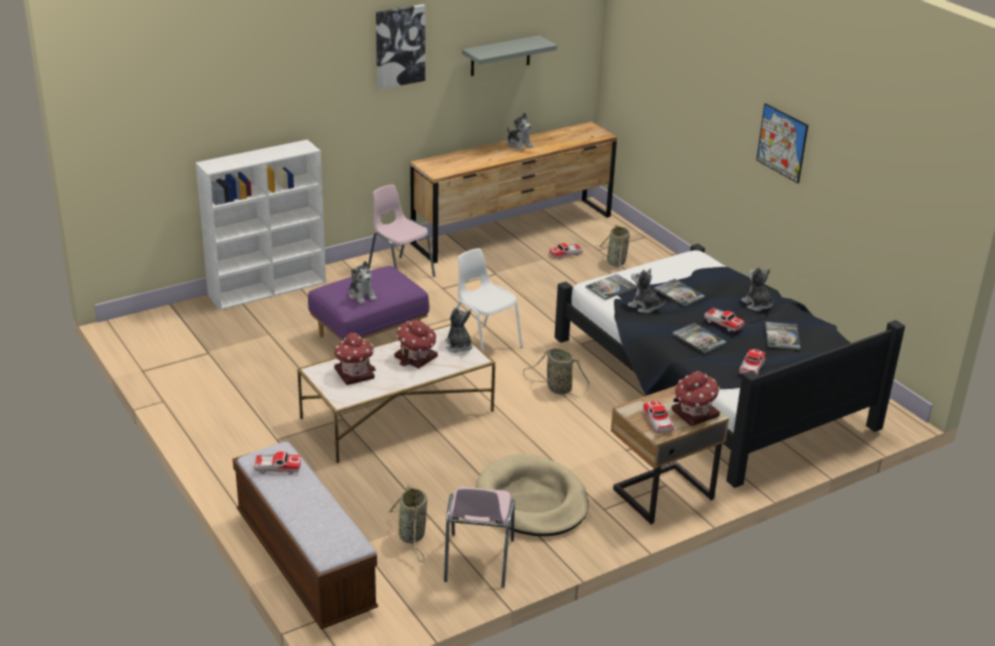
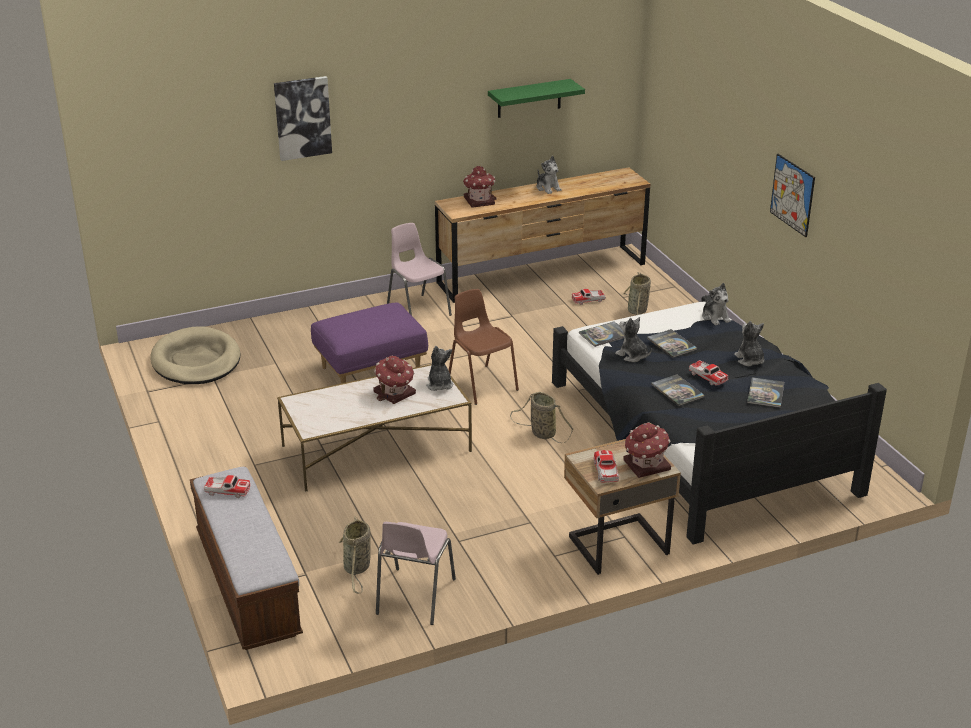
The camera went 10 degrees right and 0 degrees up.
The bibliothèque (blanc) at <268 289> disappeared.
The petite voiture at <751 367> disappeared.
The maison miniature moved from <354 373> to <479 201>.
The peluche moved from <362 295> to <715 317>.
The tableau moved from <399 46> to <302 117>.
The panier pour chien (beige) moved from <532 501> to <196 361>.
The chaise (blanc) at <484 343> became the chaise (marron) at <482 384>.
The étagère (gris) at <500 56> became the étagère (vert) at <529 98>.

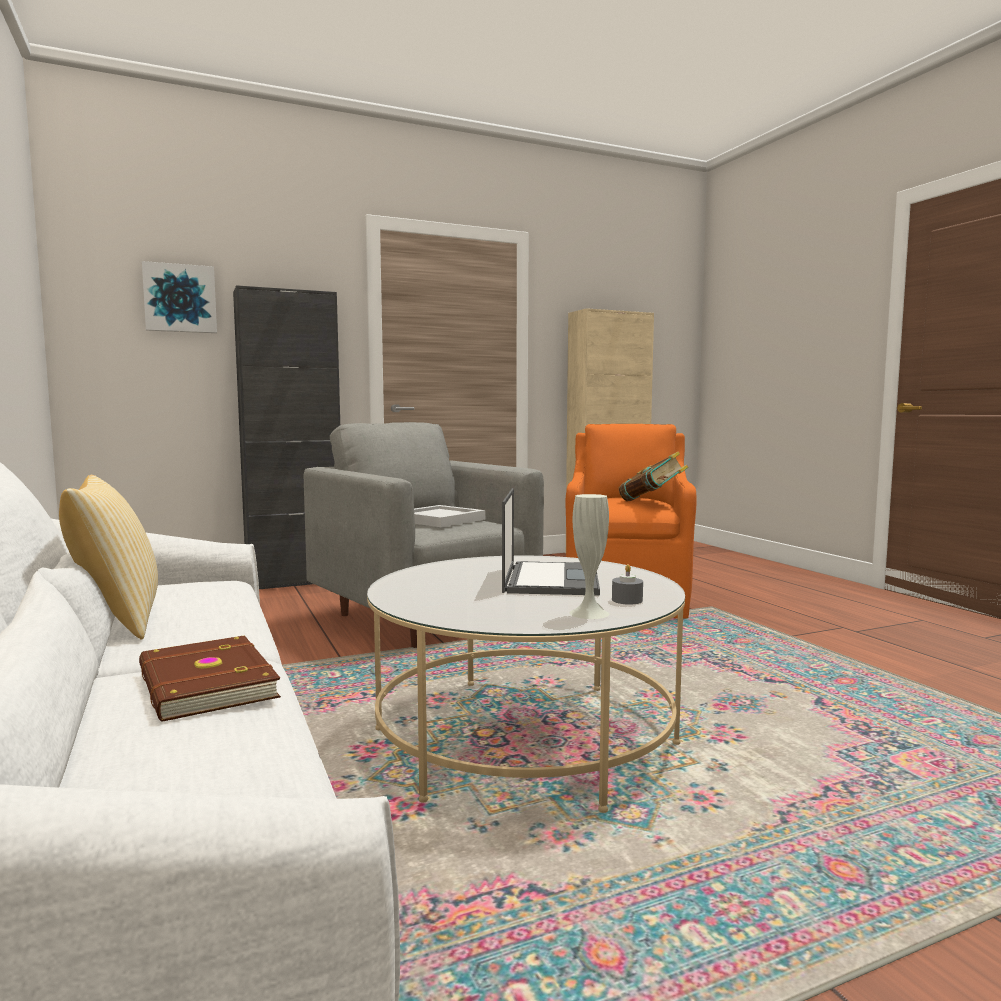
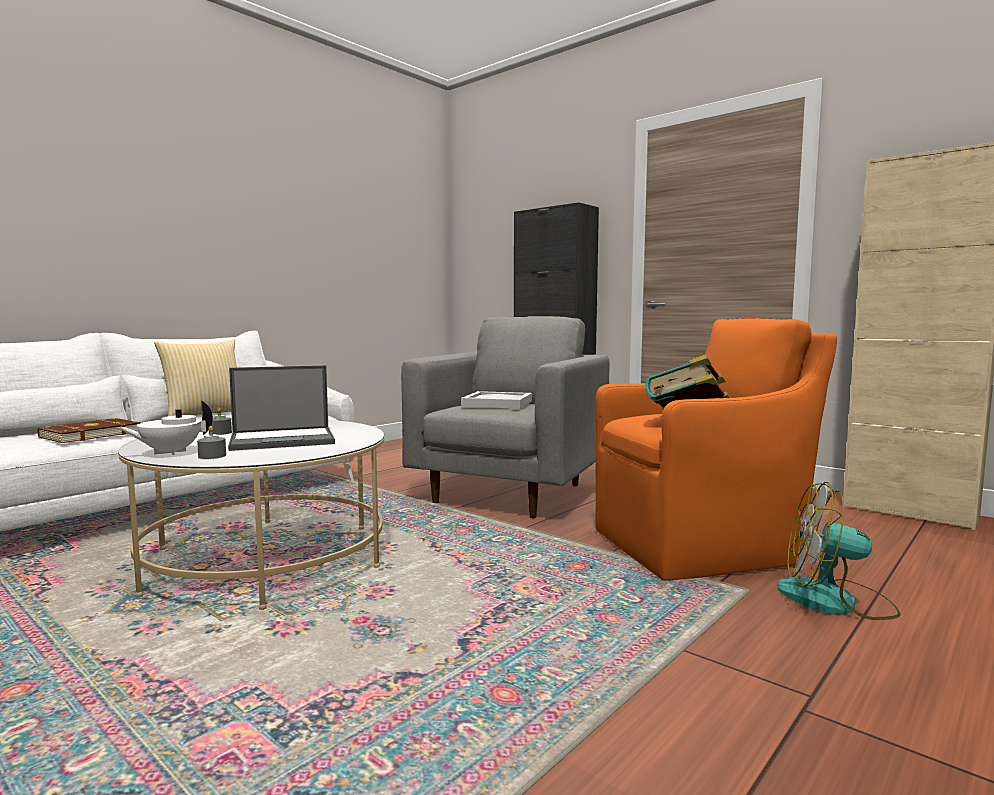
The camera went 65 degrees right and 0 degrees up.
The tableau at <180 298> disappeared.
The bougie (gris) at <220 432> appeared.
The ventilateur at <835 601> appeared.
The vase (blanc) at <589 613> was replaced by the théière (blanc) at <170 452>.

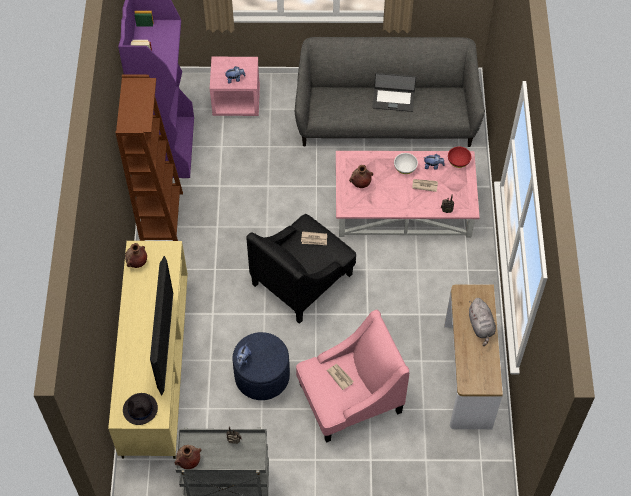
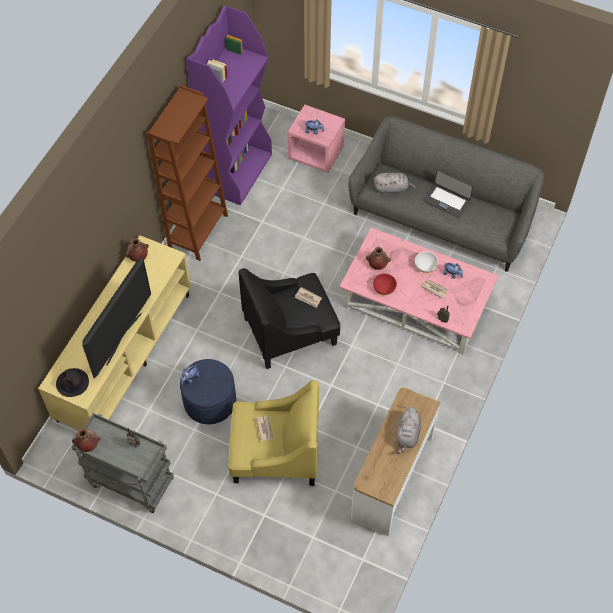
The camera went 25 degrees right and 0 degrees up.
The peluche (gris) at <392 188> appeared.
The bol (rouge) moved from <458 161> to <384 288>.
The fauteuil (rose) at <350 398> became the fauteuil (jaune) at <275 453>.

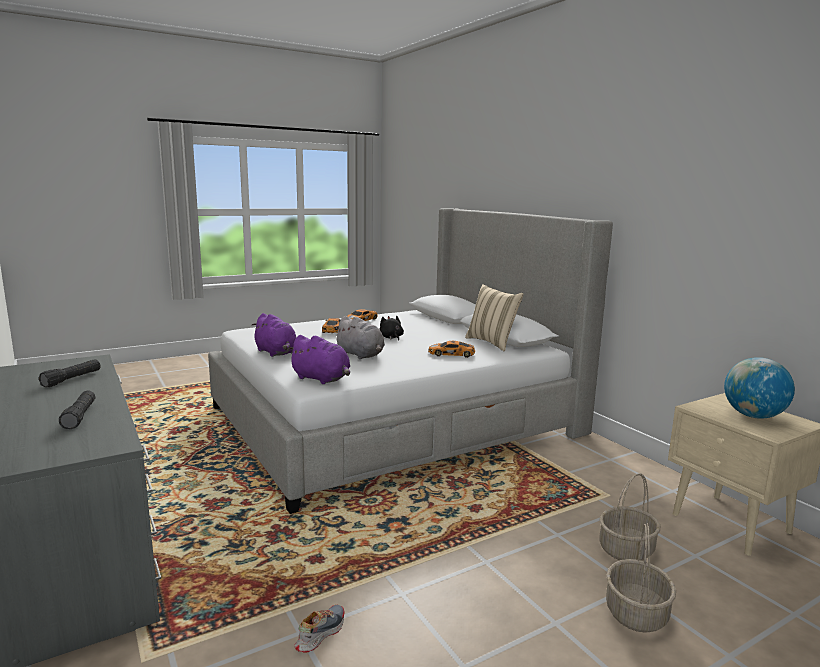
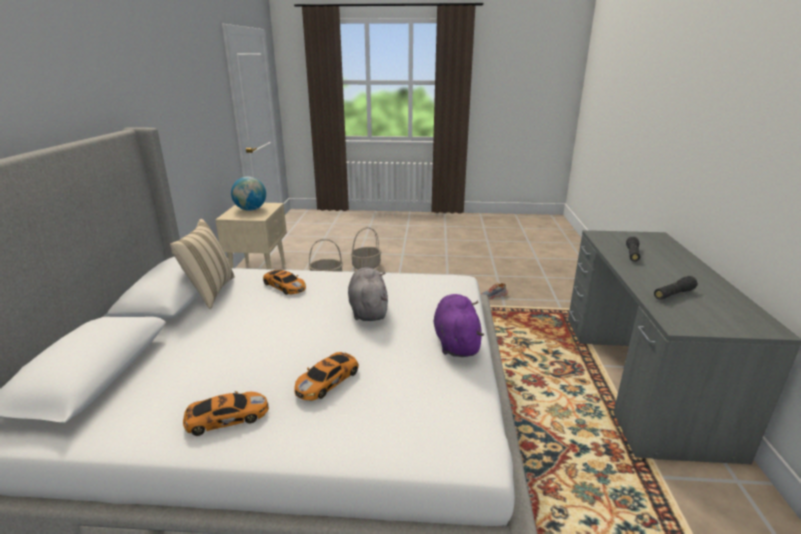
The camera went 145 degrees left and 10 degrees up.
The peluche (violet) at <322 379> disappeared.
The peluche (noir) at <391 338> disappeared.

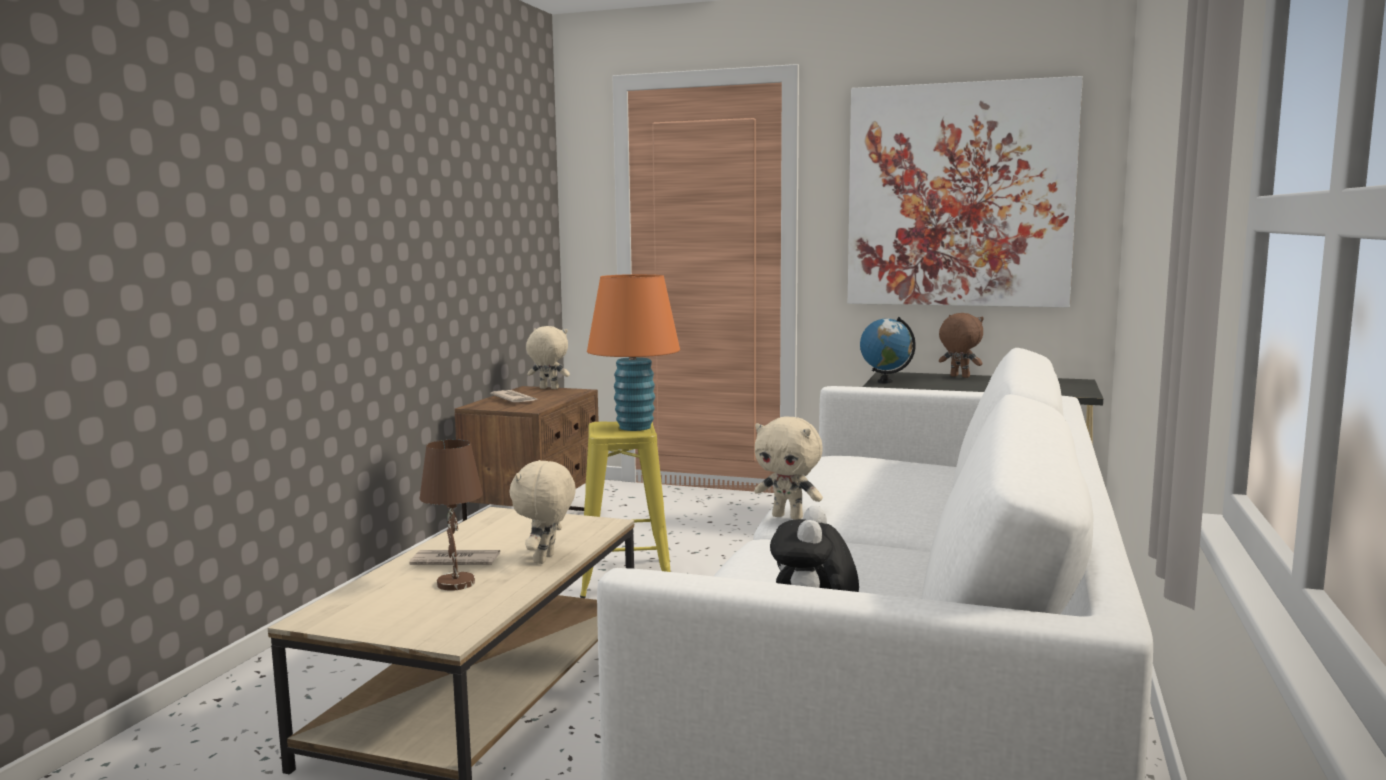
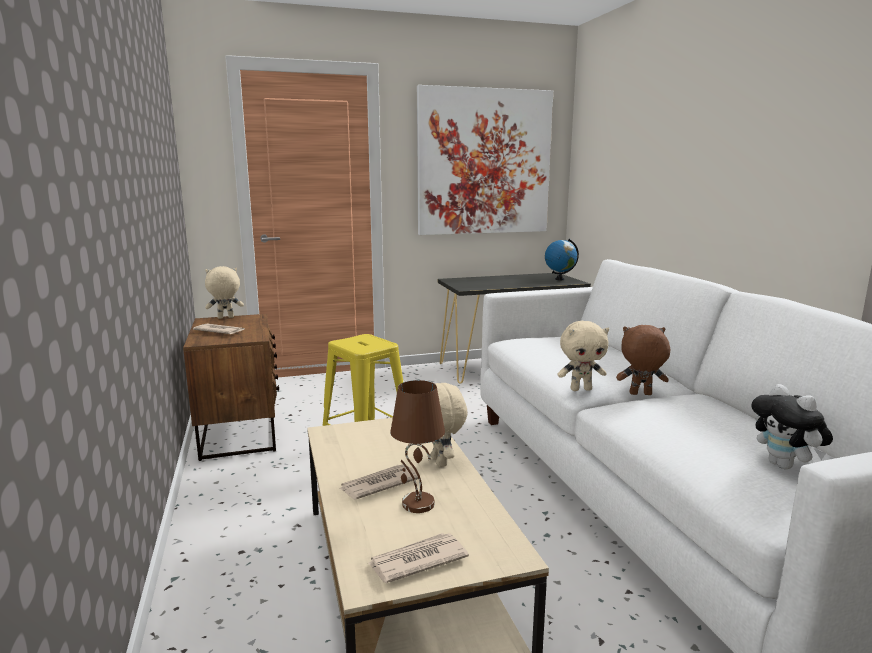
The camera went 35 degrees left and 5 degrees up.
The lampe de table (orange) at <635 427> disappeared.
The journal at <416 560> appeared.
The globe moved from <885 382> to <559 279>.
The peluche (marron) moved from <959 377> to <640 394>.

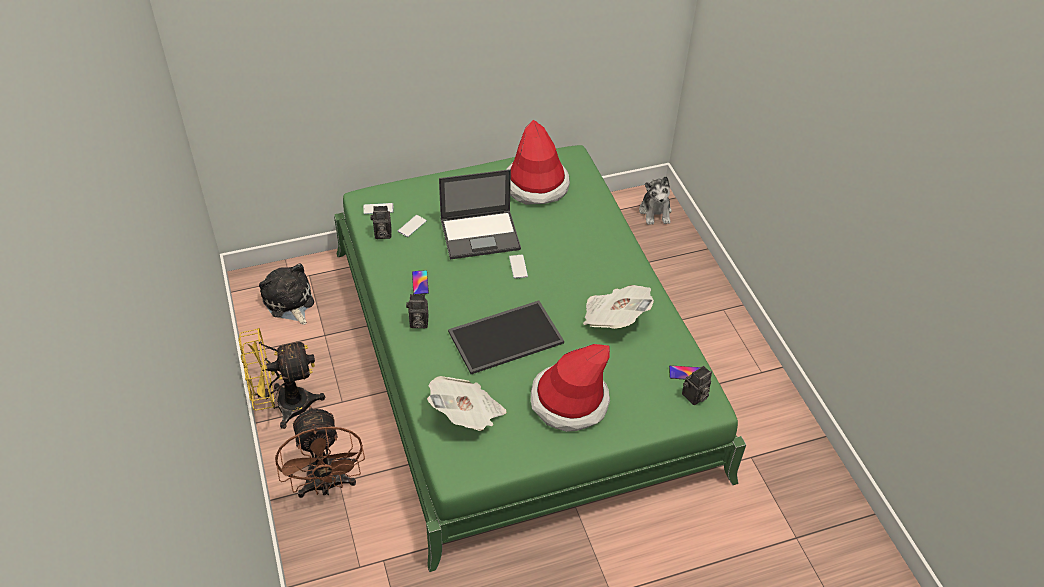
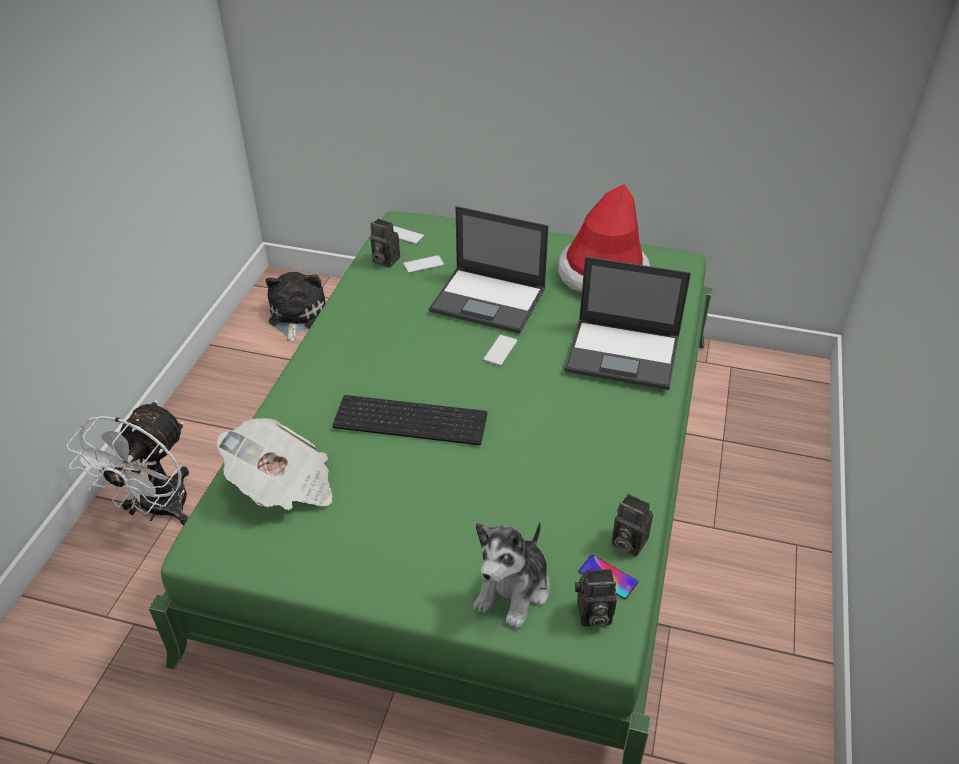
The camera went 35 degrees right and 5 degrees down.
The ventilateur (jaune) at <284 406> disappeared.
The téléphone at <420 283> disappeared.
The chapeau at <569 401> disappeared.
The journal at <614 318> disappeared.
The ordinateur portable at <624 354> appeared.
The appareil photo moved from <417 323> to <626 542>.
The peluche moved from <655 212> to <513 590>.
The plateau at <506 336> was replaced by the clavier at <412 418>.
The ventilateur (marron) at <326 486> became the ventilateur (blanc) at <158 510>.

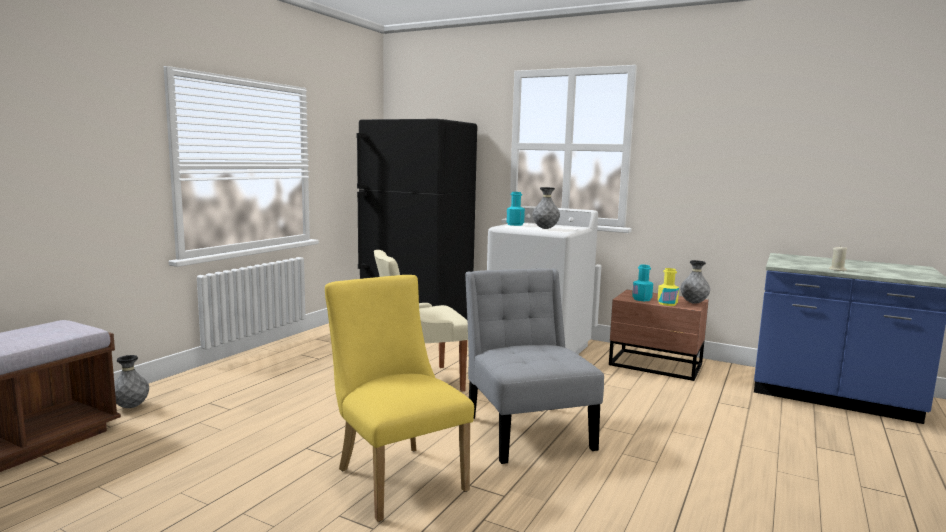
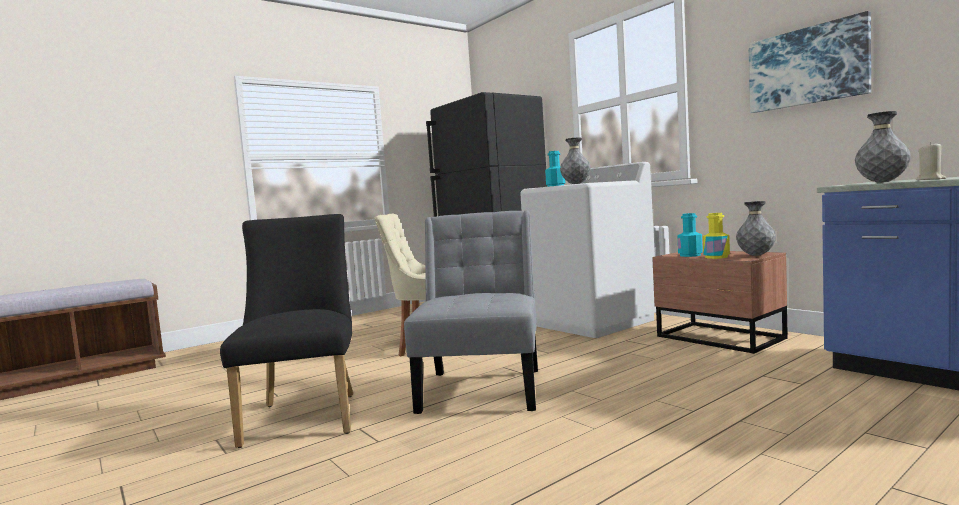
The camera went 25 degrees right and 5 degrees down.
The tableau at <807 66> appeared.
The vase (gris) moved from <131 407> to <882 182>.
The chaise (jaune) at <395 476> became the chaise (noir) at <305 415>.

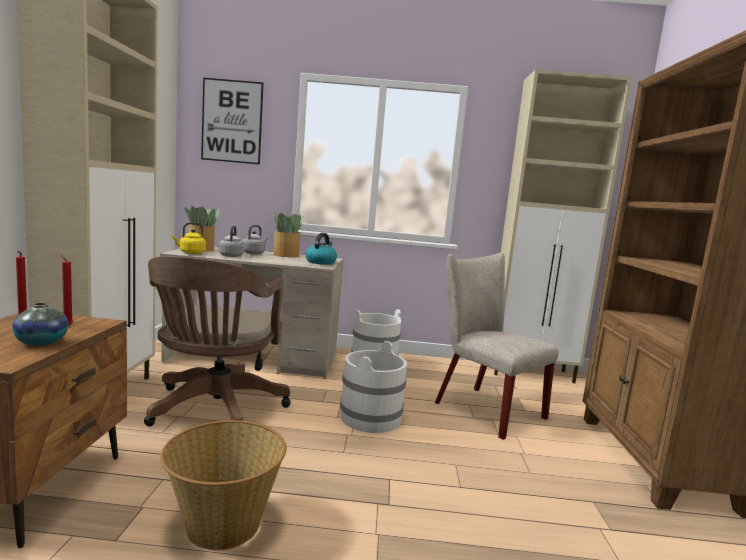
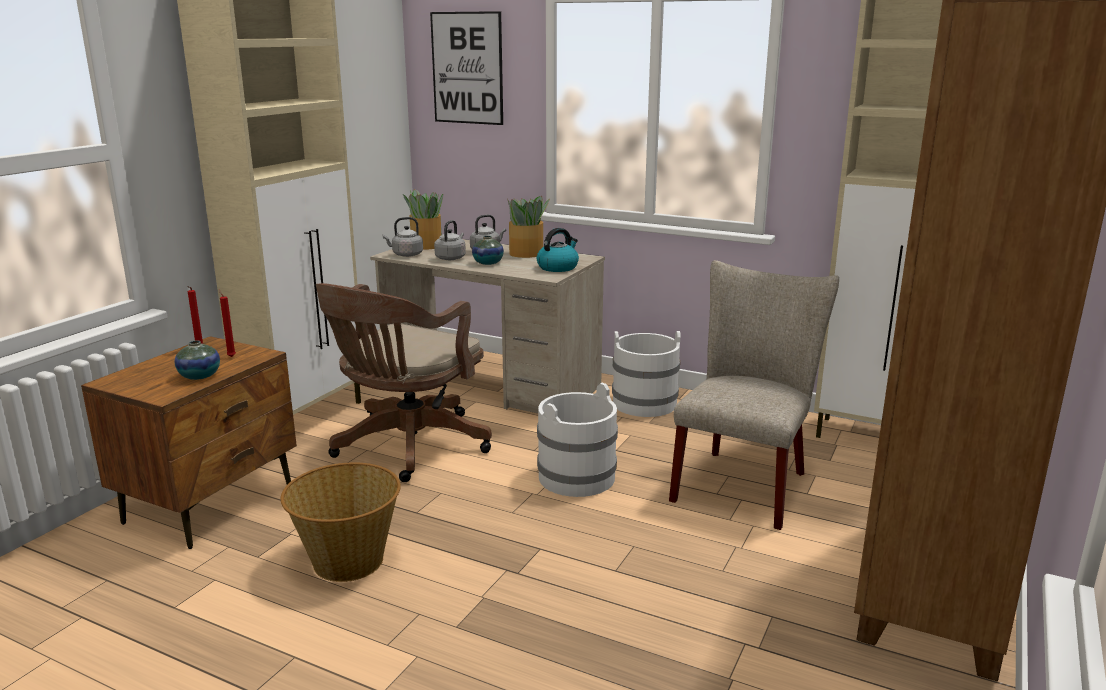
The camera went 25 degrees right and 10 degrees up.
The vase at <488 263> appeared.
The bouilloire (jaune) at <191 253> became the bouilloire (gris) at <406 255>.
The chaise (beige) at <482 408> turned 45 degrees clockwise.

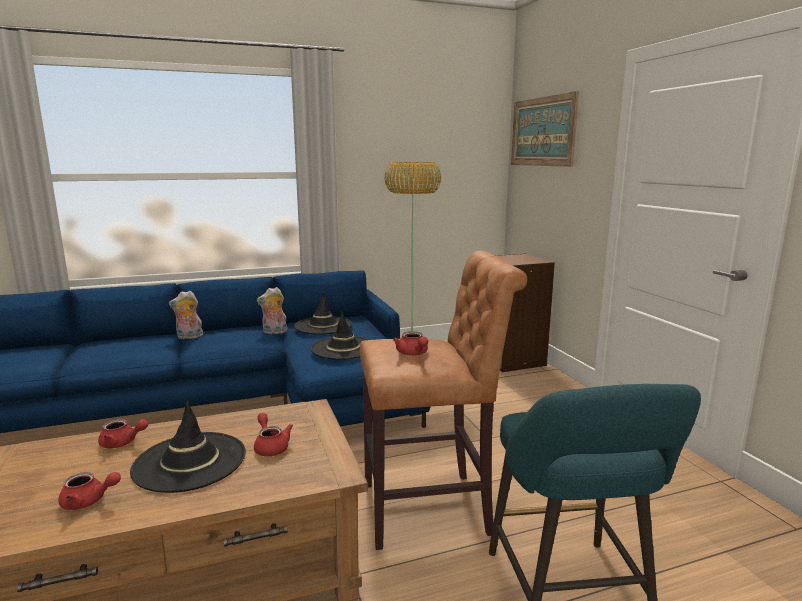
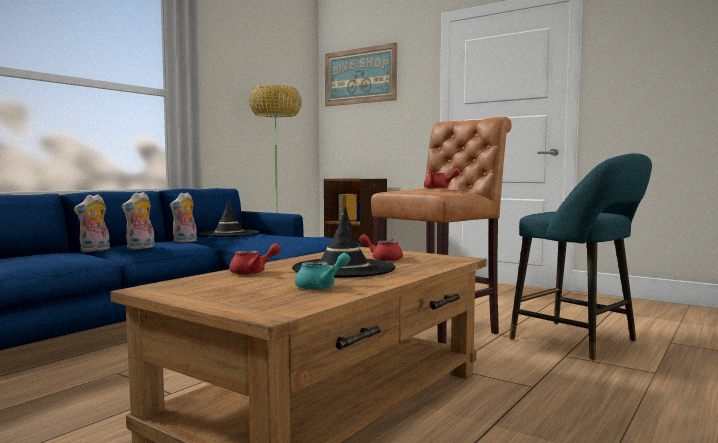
The camera went 35 degrees left and 10 degrees down.
The chapeau (noir) at <343 348> disappeared.
The peluche at <140 248> appeared.
The théière (rouge) at <88 501> became the théière (turquoise) at <321 286>.

